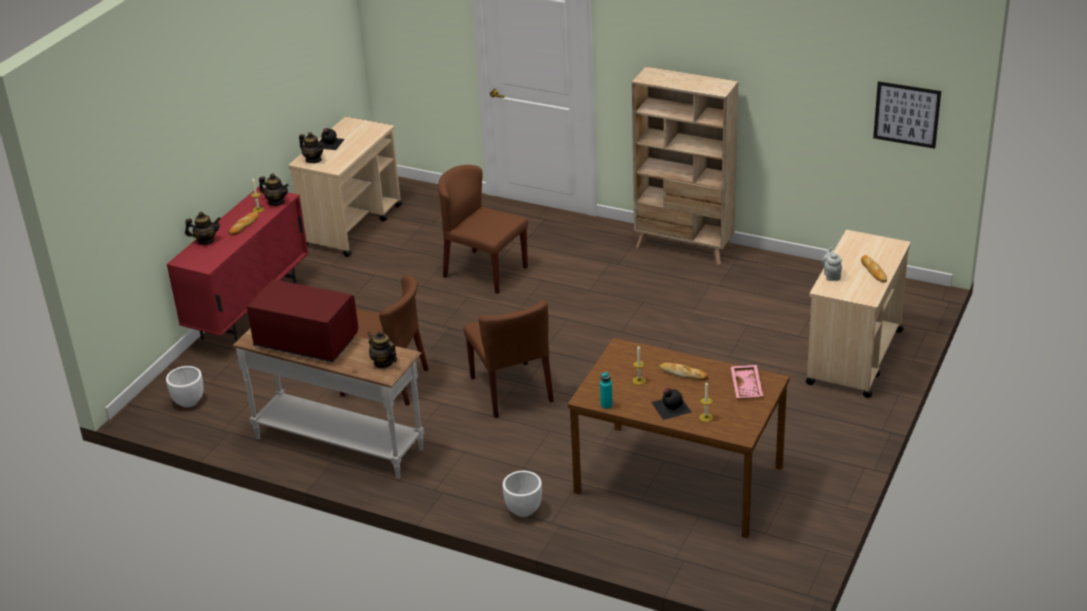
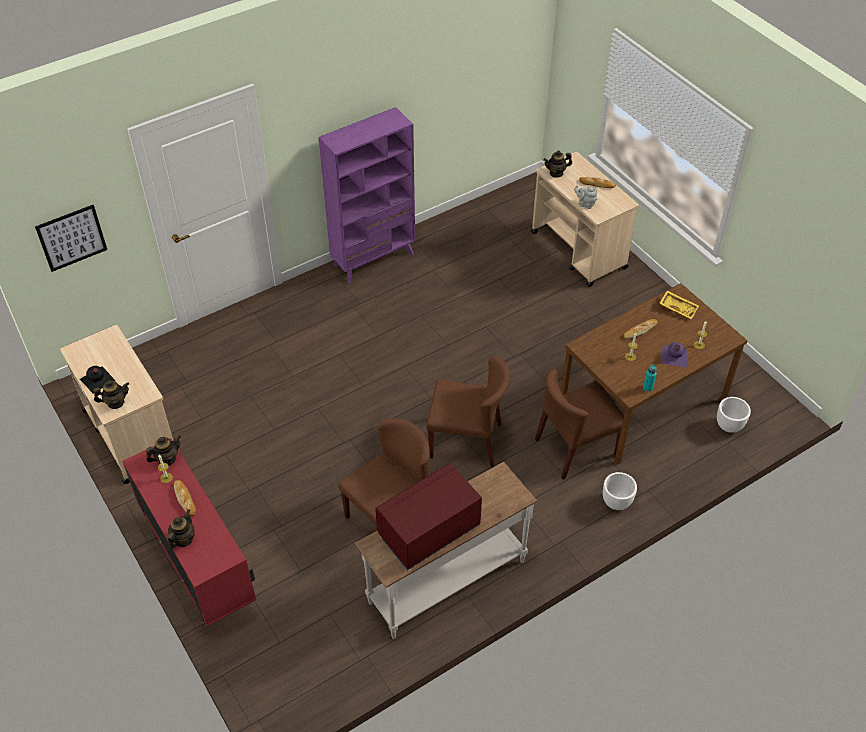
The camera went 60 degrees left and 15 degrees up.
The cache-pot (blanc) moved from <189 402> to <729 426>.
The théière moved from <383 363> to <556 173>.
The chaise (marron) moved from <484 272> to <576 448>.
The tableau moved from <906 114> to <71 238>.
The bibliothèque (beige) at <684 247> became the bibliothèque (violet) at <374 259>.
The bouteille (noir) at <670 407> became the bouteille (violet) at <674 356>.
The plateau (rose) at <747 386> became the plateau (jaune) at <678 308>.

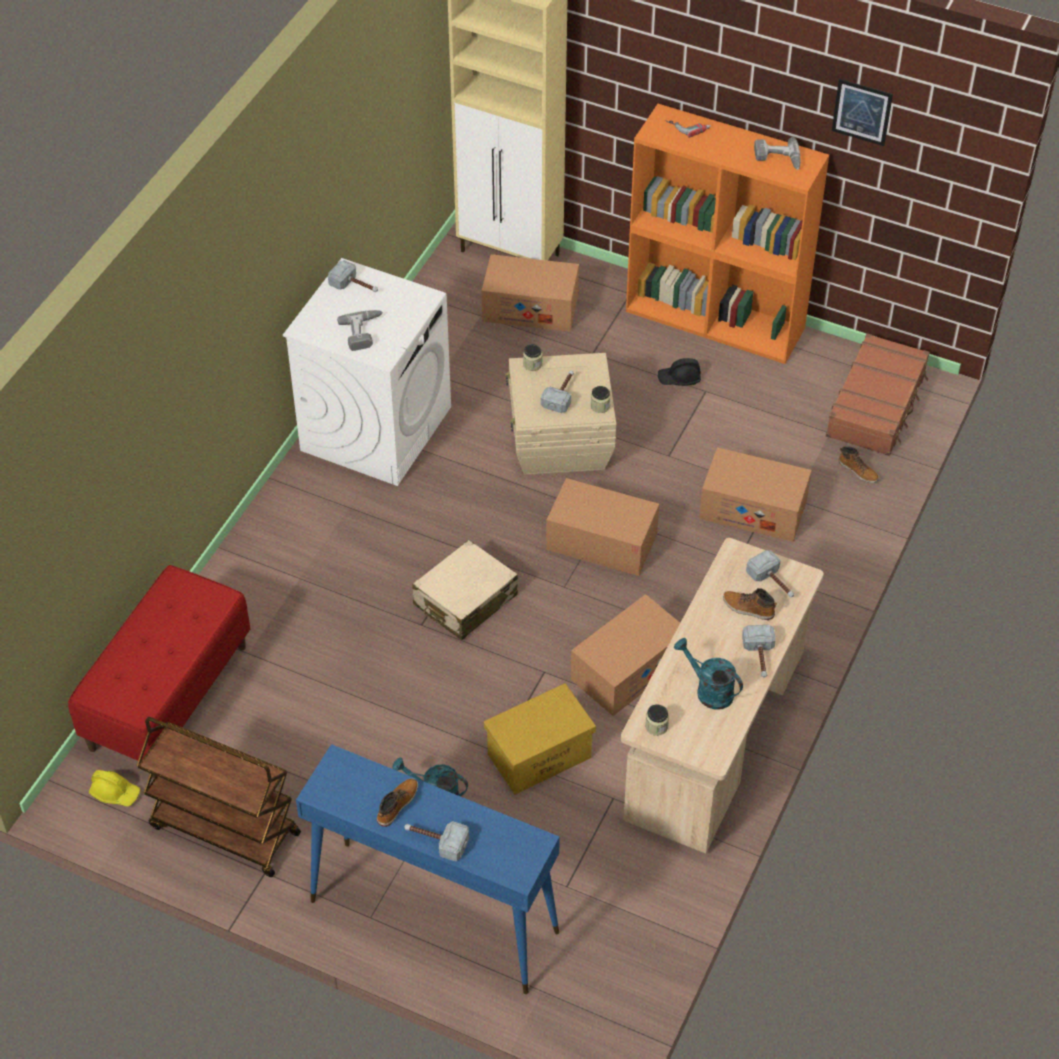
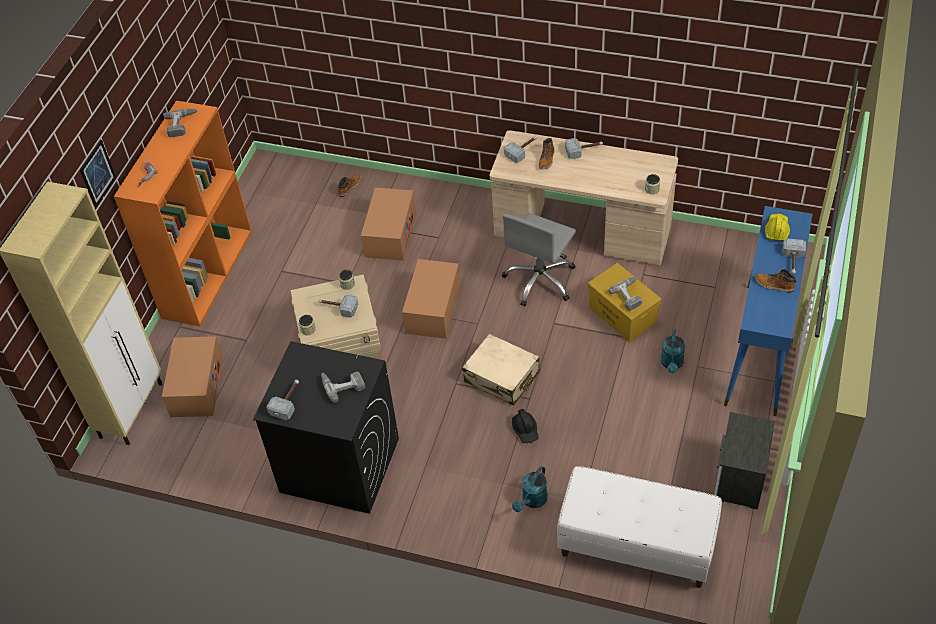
The camera went 95 degrees left and 0 degrees up.
The valise (marron) at <877 405> disappeared.
The perceuse at <630 295> appeared.
The casque de chantier (jaune) moved from <115 792> to <776 230>.
The casque de chantier (noir) moved from <679 378> to <525 430>.
The arrosoir (turquoise) moved from <708 690> to <532 501>.
The tableau moved from <862 112> to <97 173>.
The chariot (marron) at <223 830> was replaced by the table de chevet at <739 479>.
The carton at <628 669> was replaced by the chaise de bureau (gris) at <540 280>.
The banc (rouge) at <168 696> became the banc (blanc) at <636 545>.
The lave-linge (blanc) at <376 428> became the lave-linge (noir) at <339 465>.

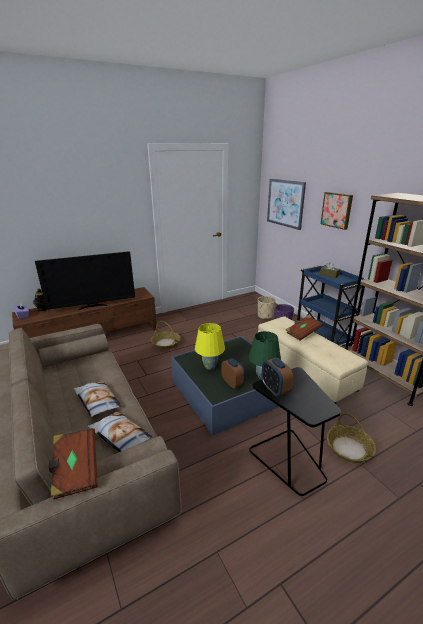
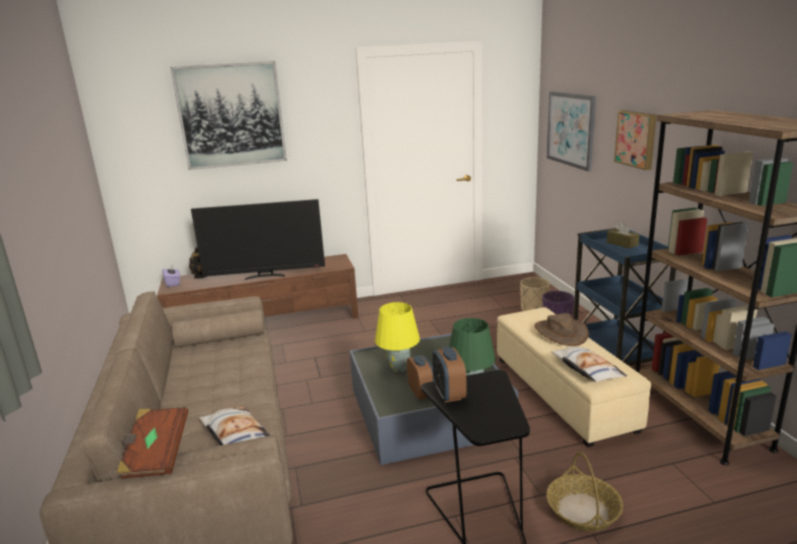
The camera went 15 degrees right and 5 degrees down.
The panier at <165 344> disappeared.
The tableau at <231 115> appeared.
The coussin moved from <97 401> to <586 369>.
The livre (marron) at <302 333> was replaced by the chapeau (marron) at <560 333>.

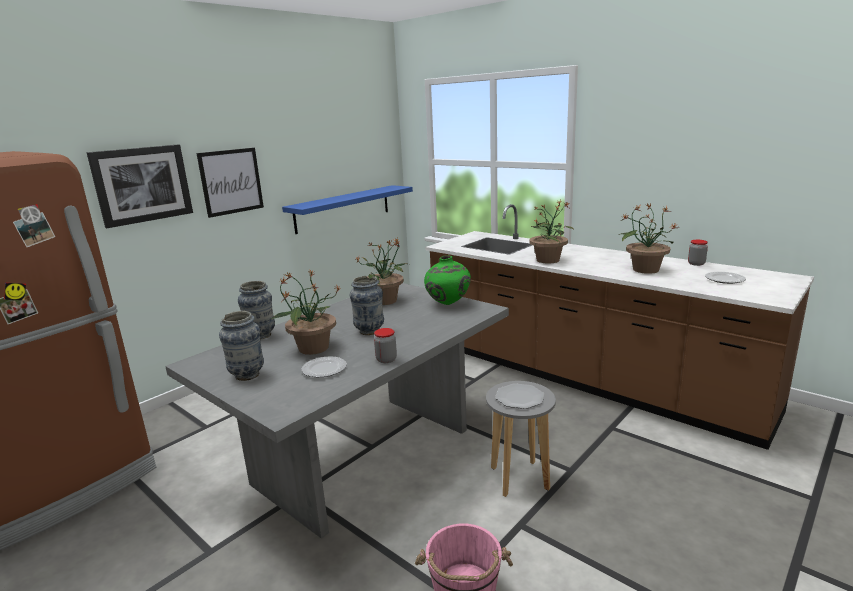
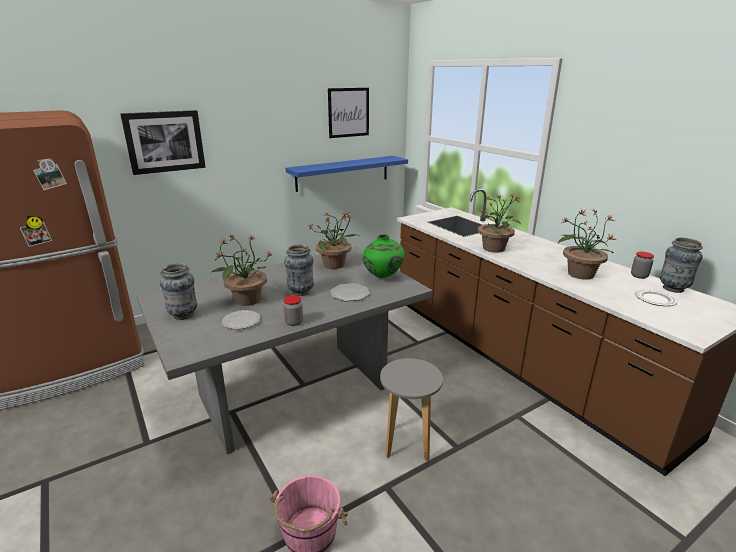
The camera went 15 degrees right and 5 degrees up.
The tableau moved from <231 181> to <348 112>.
The vase moved from <261 336> to <673 289>.
The assiette moved from <519 397> to <350 293>.

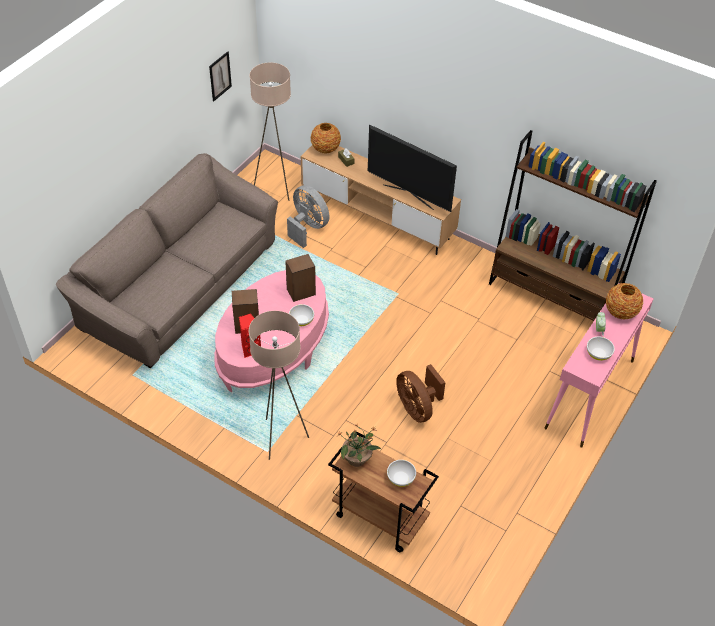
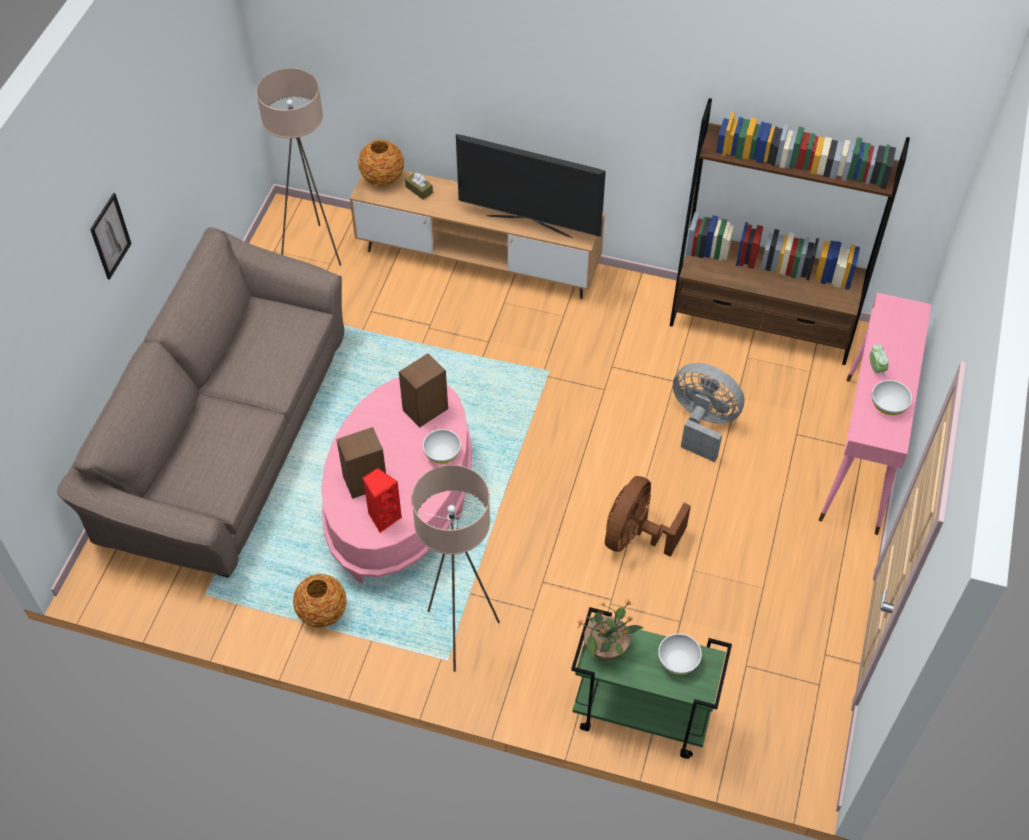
The camera went 15 degrees left and 5 degrees up.
The tableau moved from <220 76> to <110 236>.
The ventilateur (gris) moved from <308 227> to <702 423>.
The vase moved from <621 312> to <322 612>.
The chariot (marron) at <379 517> became the chariot (vert) at <640 714>.
The ventilateur (marron) at <417 408> turned 75 degrees clockwise.

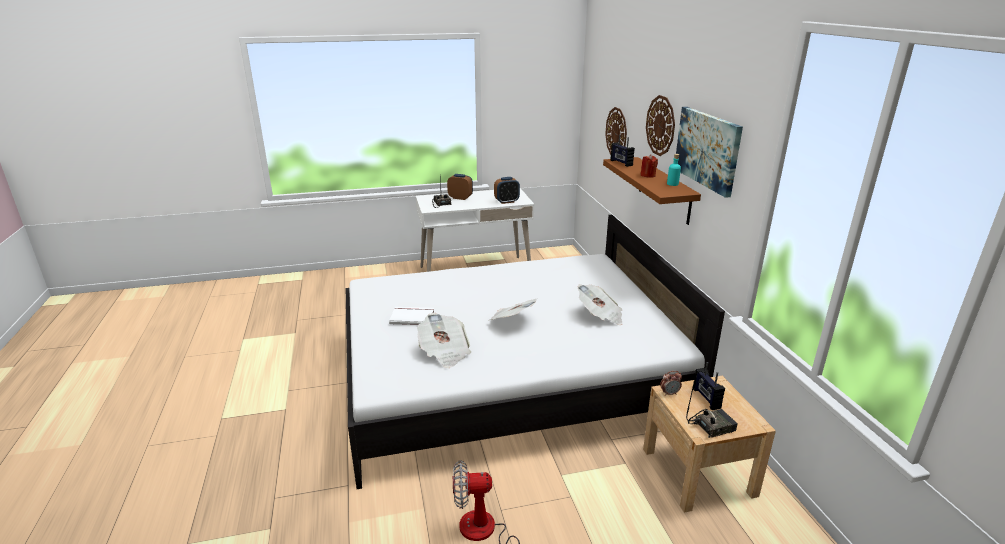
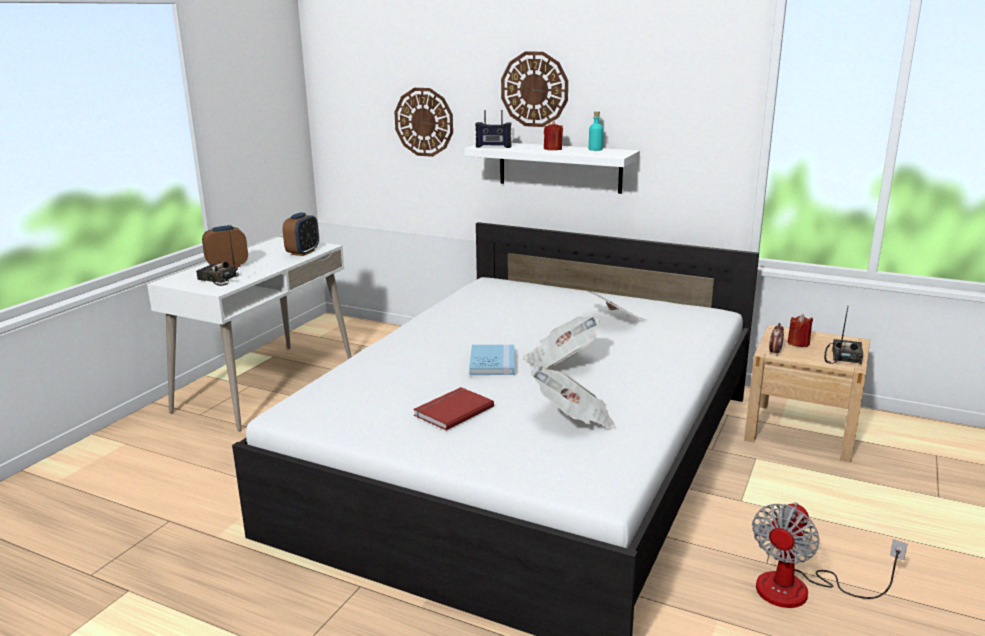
The camera went 50 degrees left and 5 degrees down.
The tableau at <707 149> disappeared.
The livre (bleu) at <492 363> appeared.
The radio at <706 398> was replaced by the bougie (rouge) at <798 343>.
The livre (blanc) at <412 317> became the livre (rouge) at <452 410>.
The étagère (marron) at <664 190> became the étagère (blanc) at <559 167>.

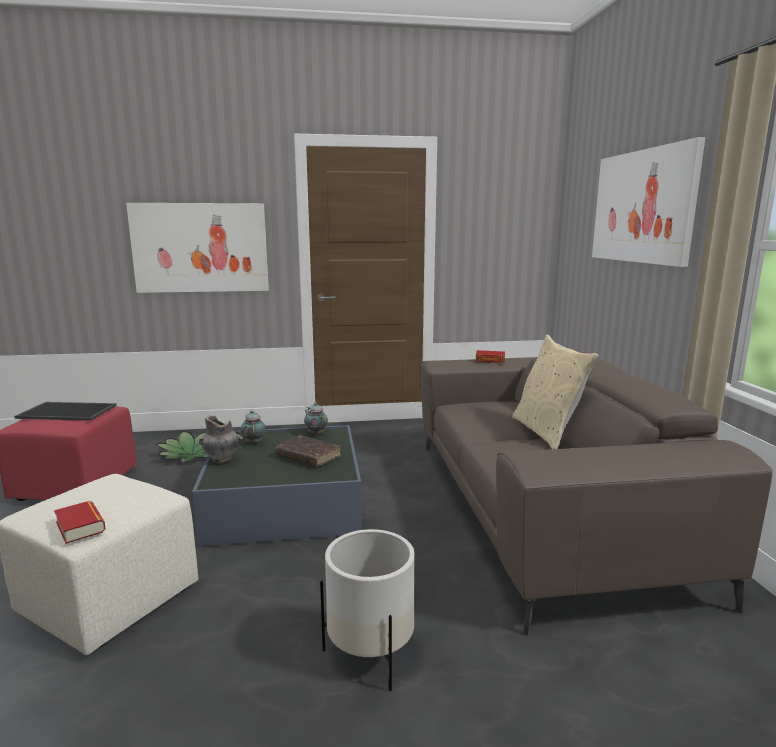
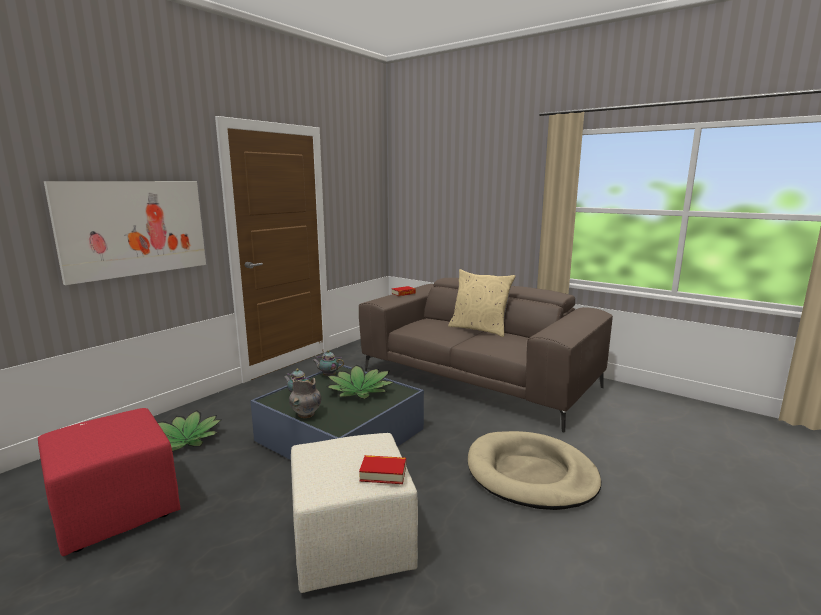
The camera went 45 degrees left and 0 degrees up.
The plateau at <69 411> disappeared.
The tableau at <642 207> disappeared.
The livre (marron) at <308 457> was replaced by the plante en pot at <360 390>.
The cache-pot (blanc) at <371 654> was replaced by the panier pour chien (beige) at <530 474>.

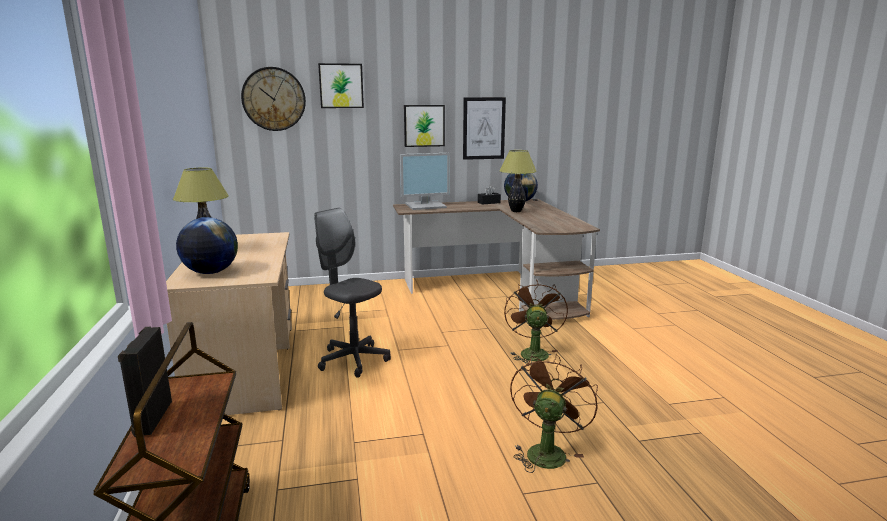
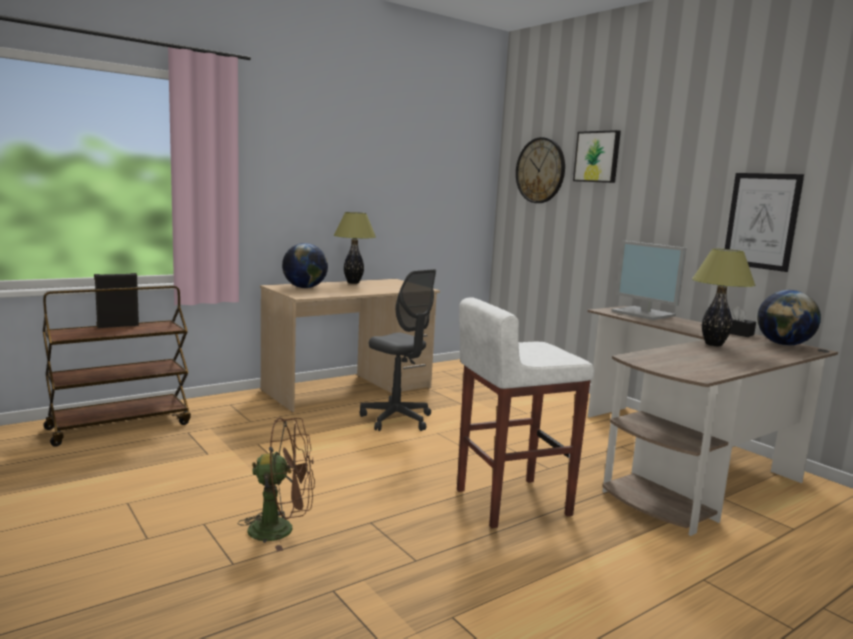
The camera went 65 degrees right and 5 degrees down.
The tableau at <424 125> disappeared.
The ventilateur (marron) at <532 352> was replaced by the tabouret (blanc) at <510 502>.
The chaise de bureau (gris) at <353 360> turned 120 degrees clockwise.

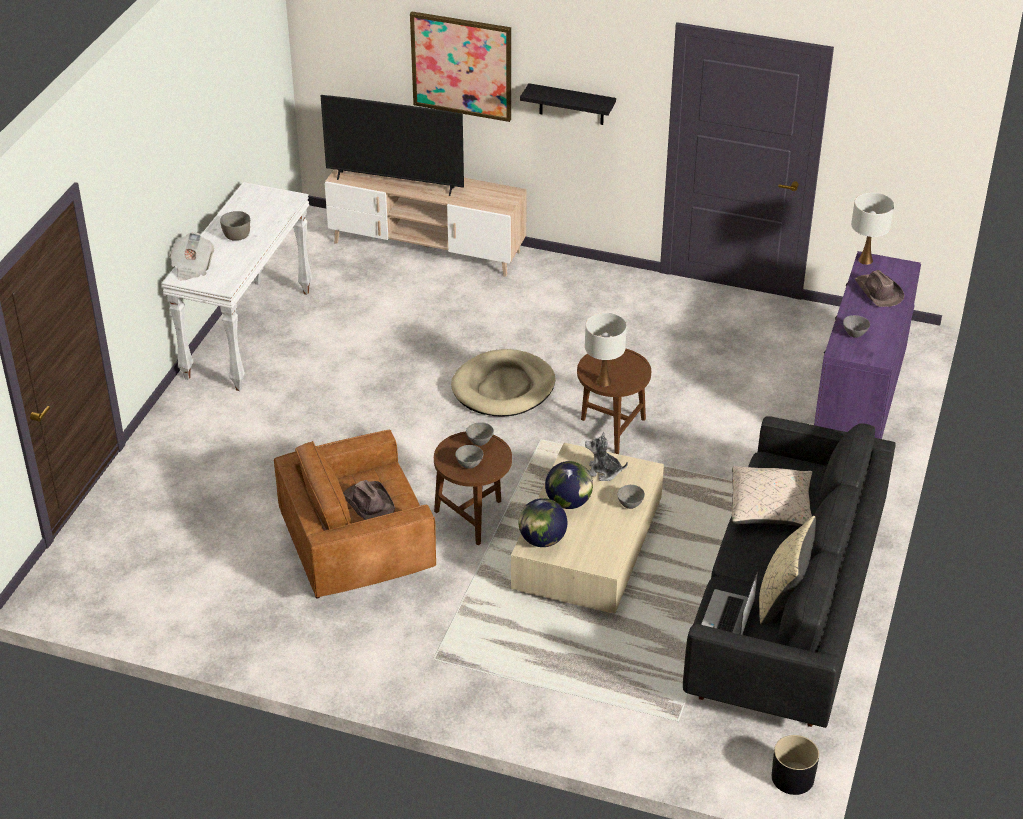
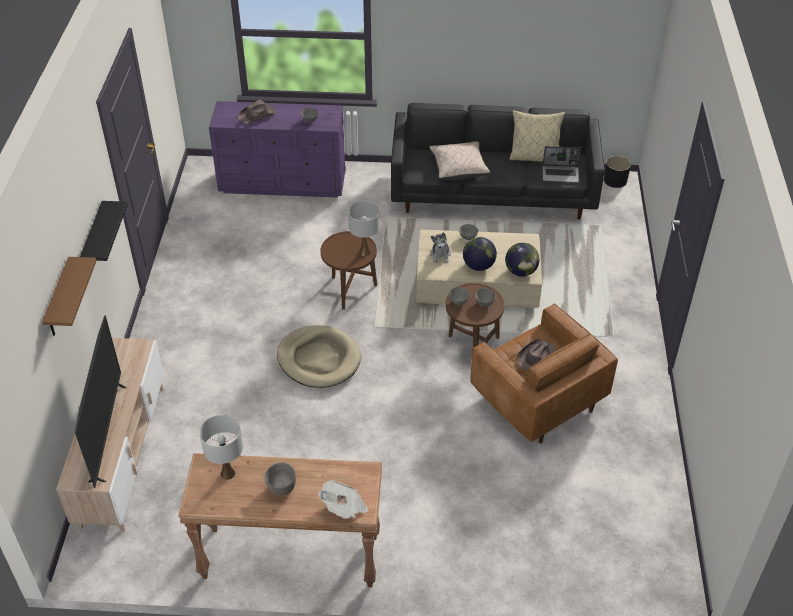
The camera went 105 degrees left and 5 degrees up.
The lampe de table (blanc) moved from <865 260> to <227 473>.
The tableau at <461 66> was replaced by the étagère (marron) at <59 300>.
The table console (blanc) at <247 334> became the table console (marron) at <290 558>.

